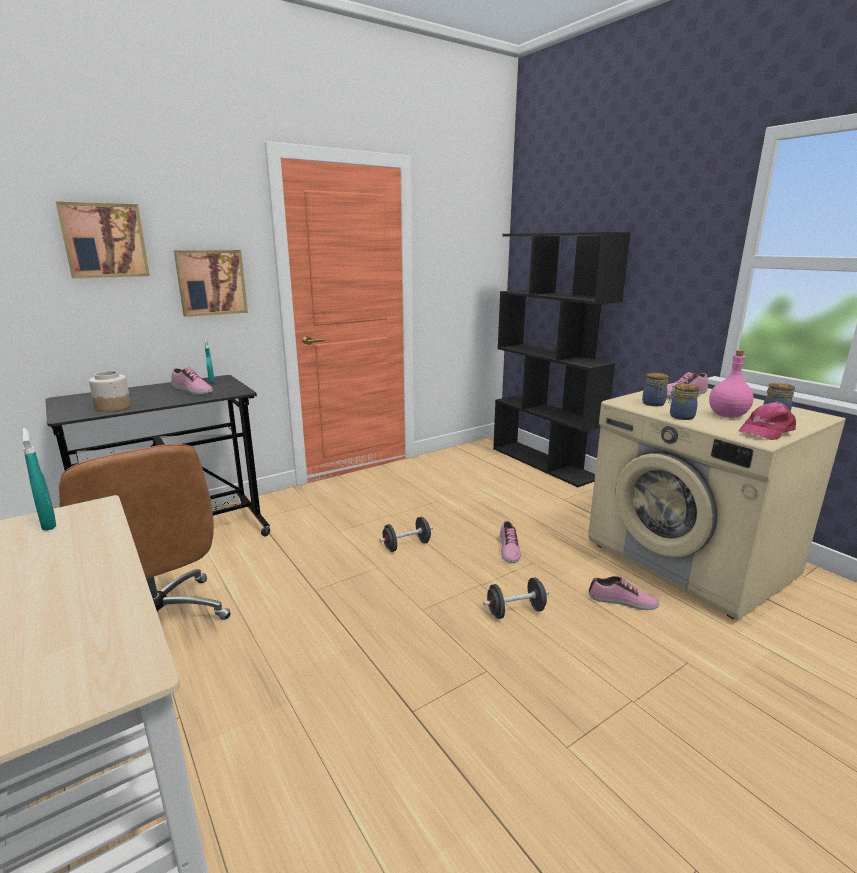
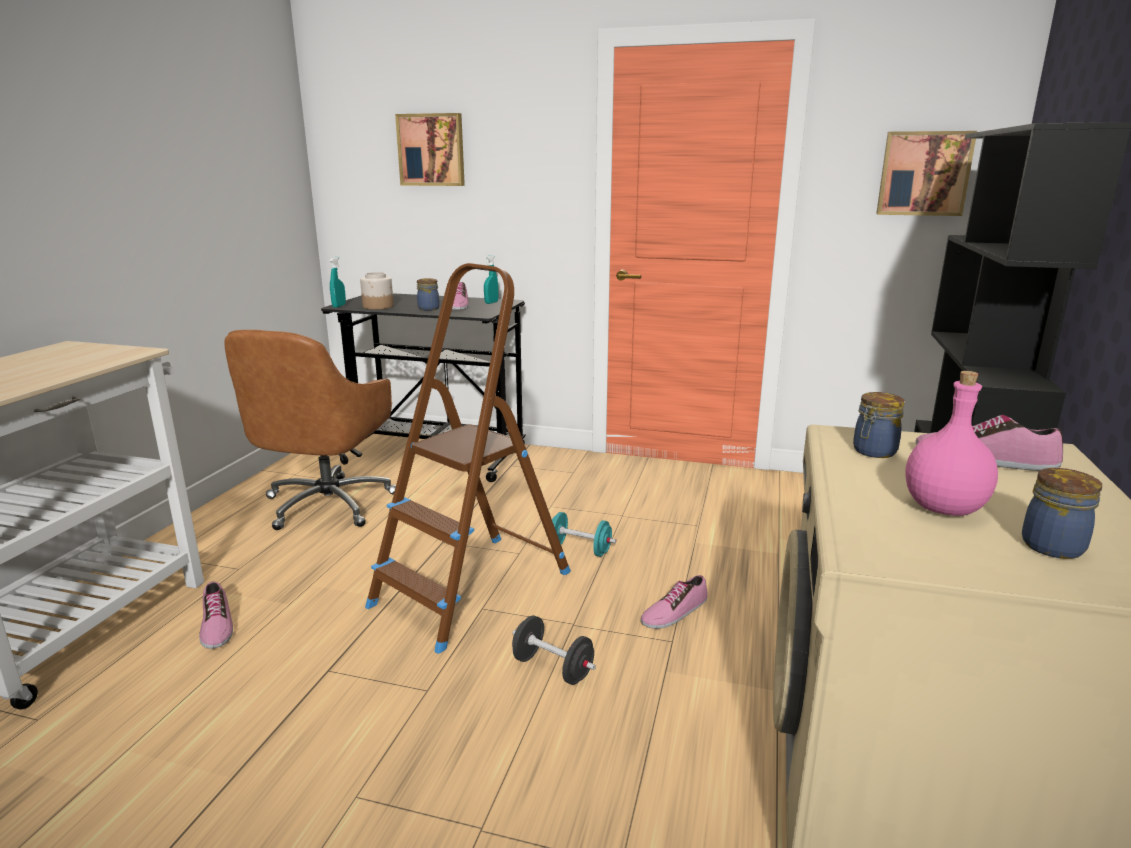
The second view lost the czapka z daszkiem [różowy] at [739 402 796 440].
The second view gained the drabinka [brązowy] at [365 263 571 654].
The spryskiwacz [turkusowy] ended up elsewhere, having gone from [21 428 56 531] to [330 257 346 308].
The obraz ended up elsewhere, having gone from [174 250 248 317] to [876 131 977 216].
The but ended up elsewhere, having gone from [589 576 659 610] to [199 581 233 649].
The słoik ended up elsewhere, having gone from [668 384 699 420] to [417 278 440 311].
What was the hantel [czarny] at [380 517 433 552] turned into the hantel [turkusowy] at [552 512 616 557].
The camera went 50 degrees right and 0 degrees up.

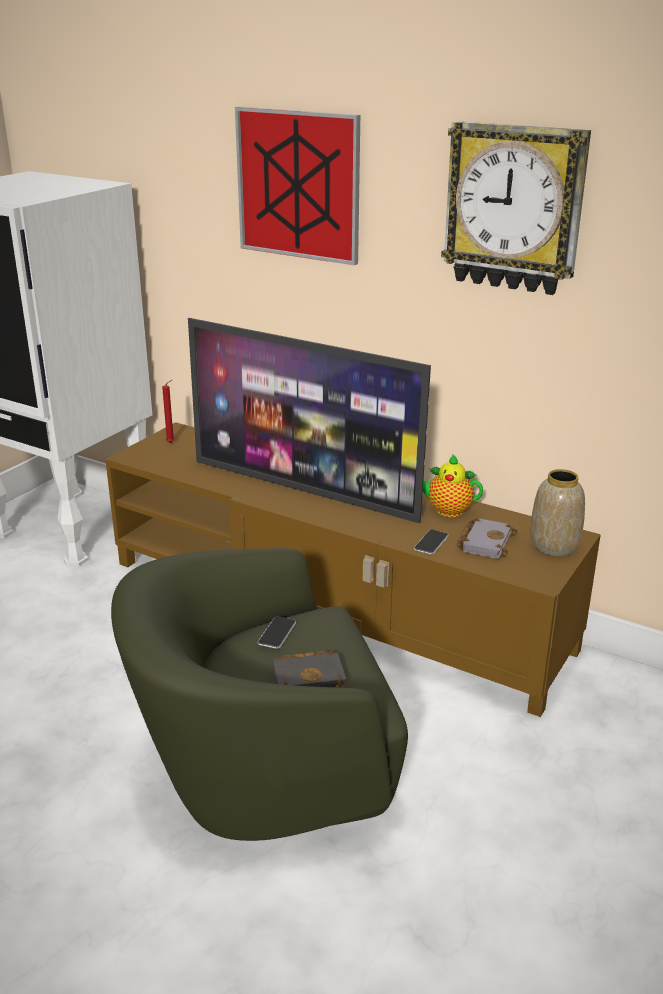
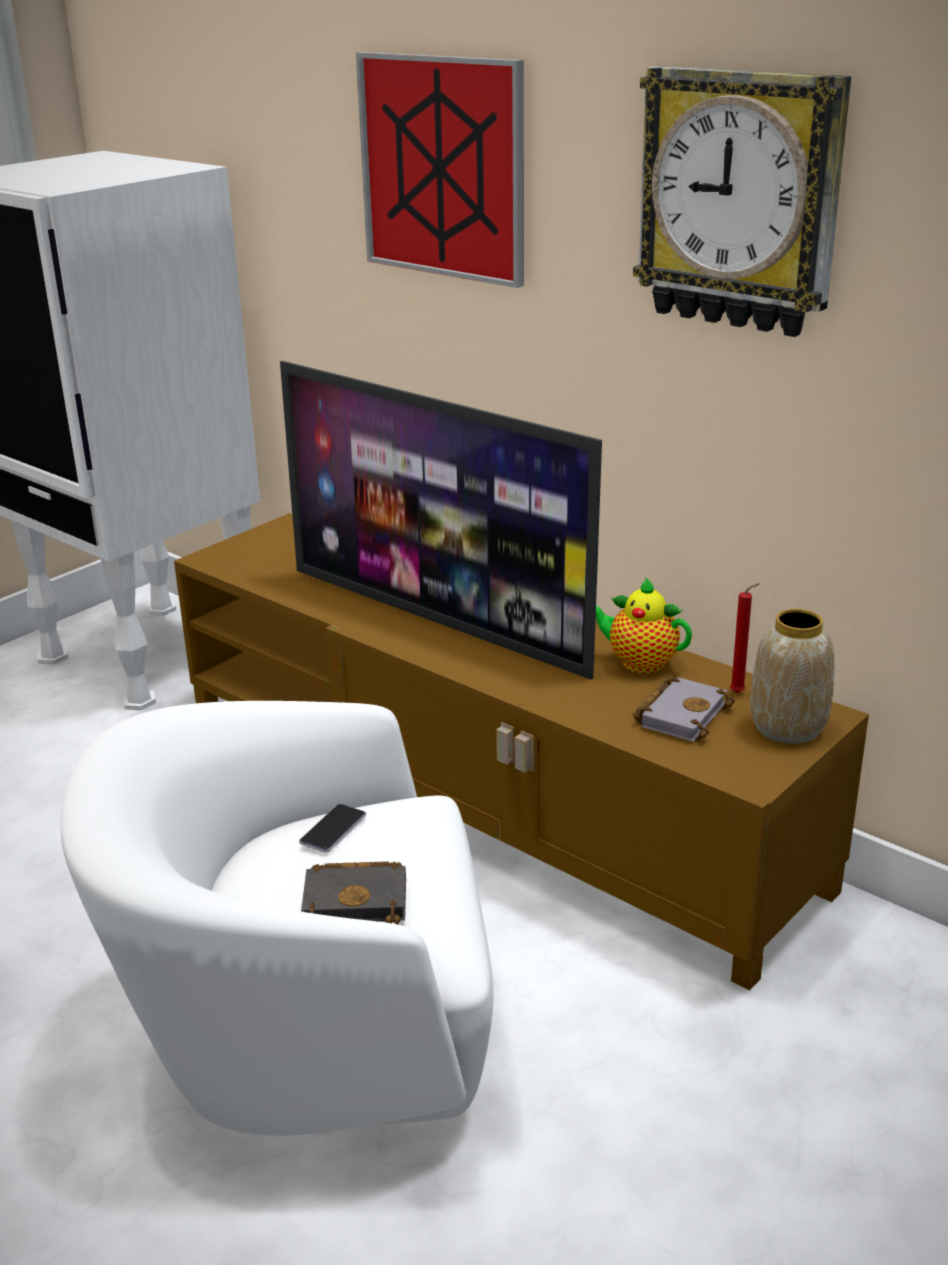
The second view lost the telefon at [414 529 449 555].
The świeca [czerwony] ended up elsewhere, having gone from [162 380 174 443] to [730 583 760 693].
What was the fotel [zielony] at [111 548 408 841] turned into the fotel [biały] at [61 701 493 1136].
The camera went 10 degrees right and 0 degrees up.

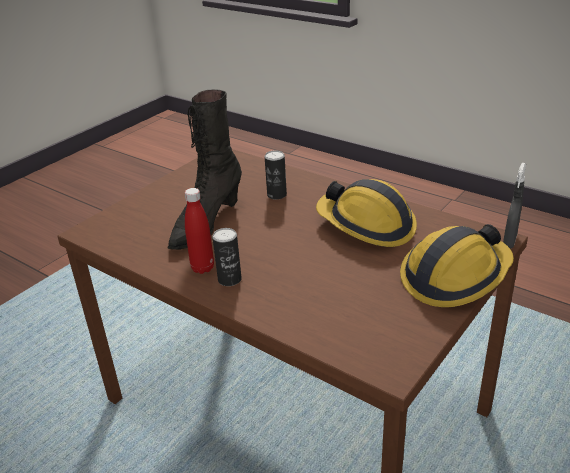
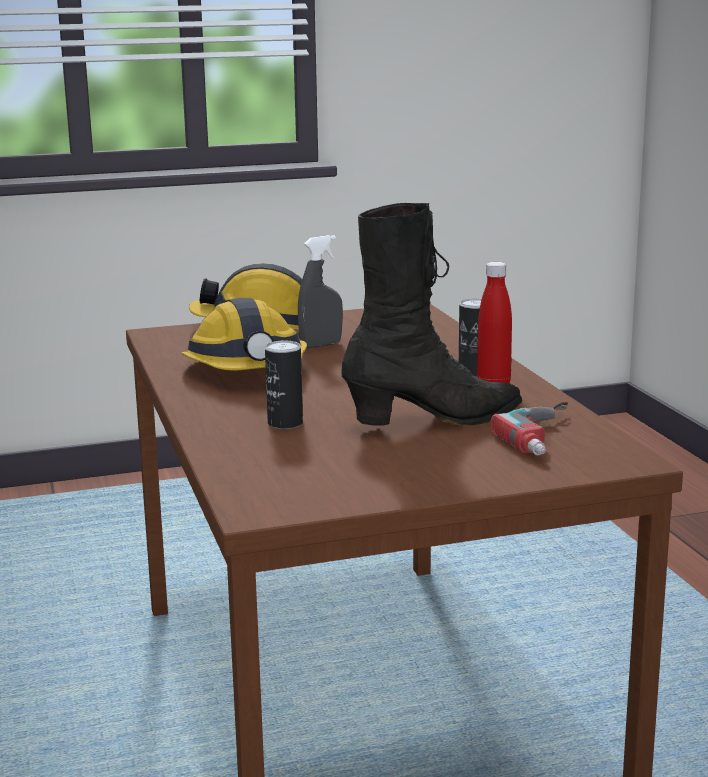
The second view gained the wiertarka at [490 402 568 455].
The spryskiwacz [szary] ended up elsewhere, having gone from [503 163 526 248] to [298 235 343 348].
The camera went 145 degrees left and 15 degrees down.

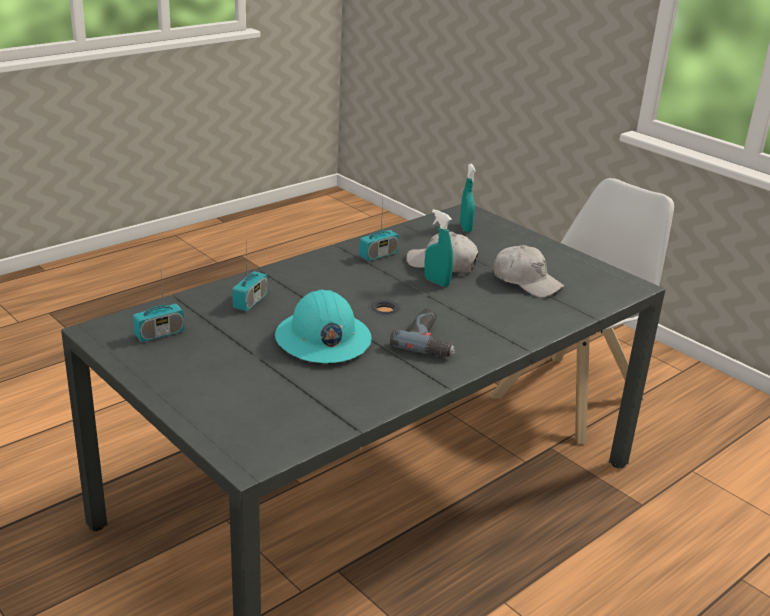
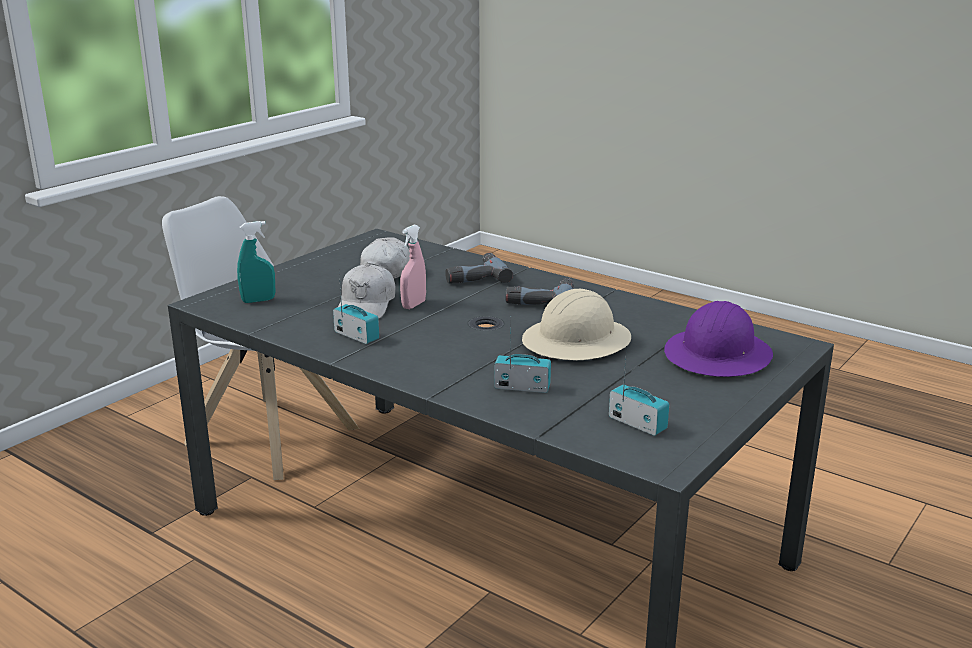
The second view gained the wiertarka at [445 253 514 284].
The second view gained the kask [fioletowy] at [664 301 773 377].
What was the kask [turkusowy] at [275 290 371 363] turned into the kask [beżowy] at [522 289 631 360].
What was the spryskiwacz [turkusowy] at [424 209 453 287] turned into the spryskiwacz [różowy] at [400 225 426 309].
The camera went 100 degrees left and 5 degrees down.

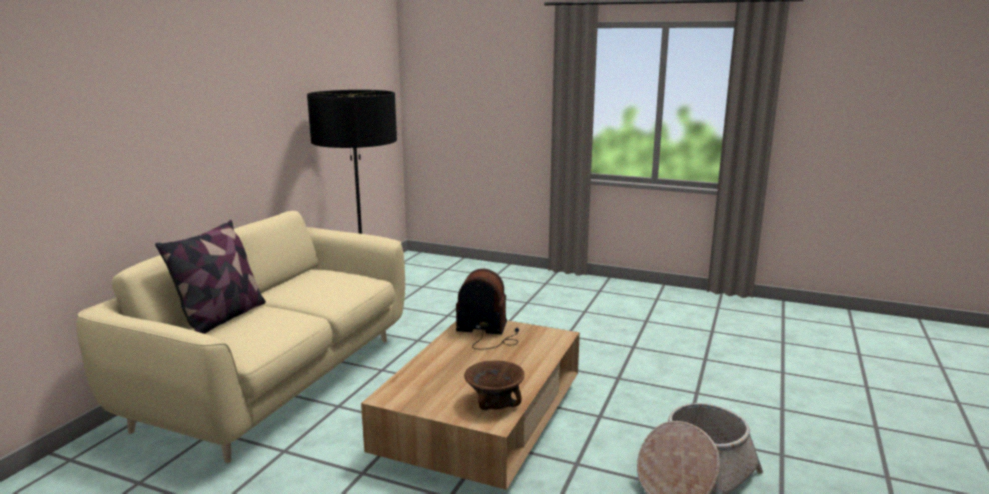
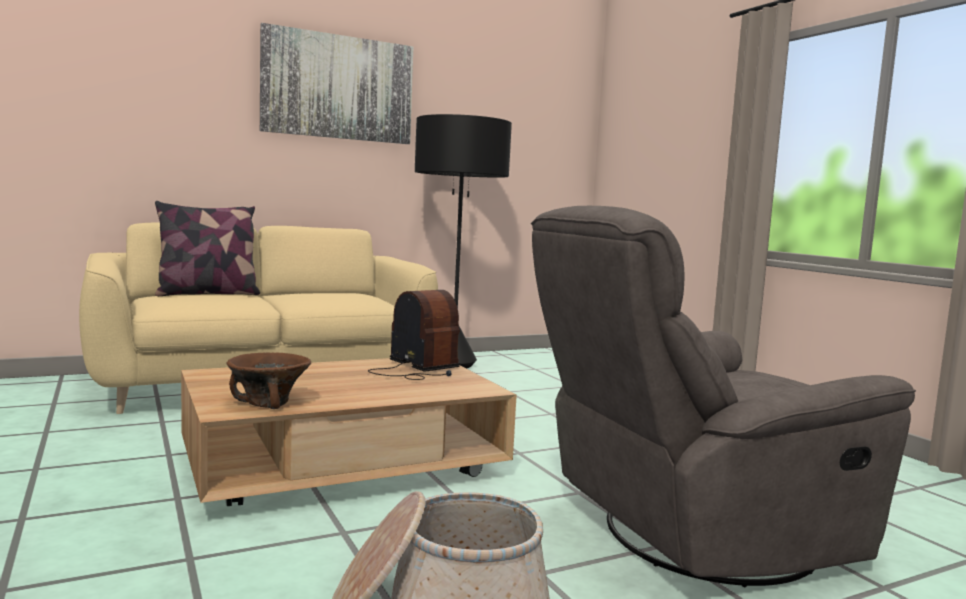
The second view gained the obraz at [260 23 414 144].
The second view gained the fotel [szary] at [531 206 916 587].
The camera went 40 degrees right and 10 degrees down.

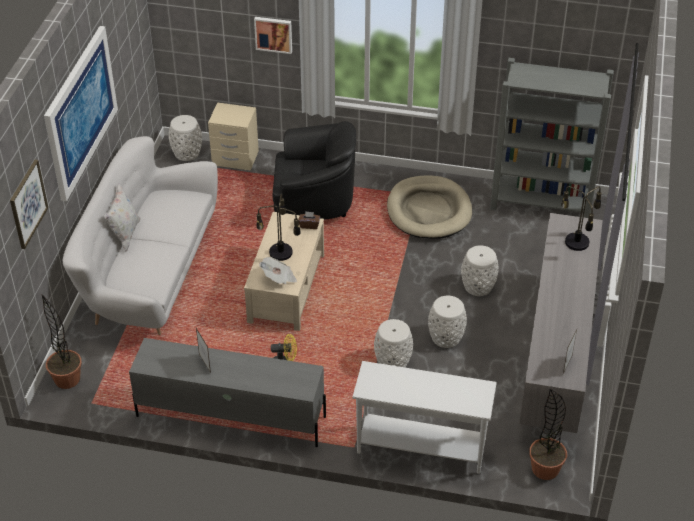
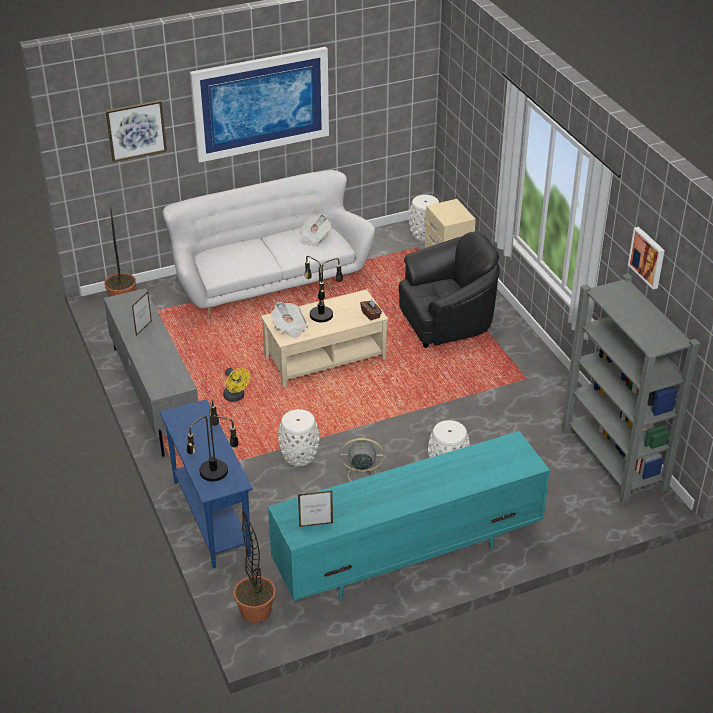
The second view lost the poduszka [biały] at [104 183 141 252].
The second view lost the legowisko [beżowy] at [387 175 472 239].
The second view gained the gazeta at [299 214 331 246].
The obraz ended up elsewhere, having gone from [254 17 292 54] to [628 227 665 289].
The lampa stołowa ended up elsewhere, having gone from [561 186 602 251] to [187 399 239 481].
Where the stołek [biały] stood at [428 296 467 348], the wentylator [szary] came to stand at [340 438 384 484].
What was the stolik konsolowy [biały] at [352 361 497 474] turned into the stolik konsolowy [niebieski] at [160 399 253 568].
What was the szafka [szary] at [519 213 603 433] turned into the szafka [turkusowy] at [268 431 550 601].
The fotel [czarny] at [273 121 356 219] ended up facing another way, 75 degrees counterclockwise from before.
The camera went 55 degrees right and 5 degrees down.

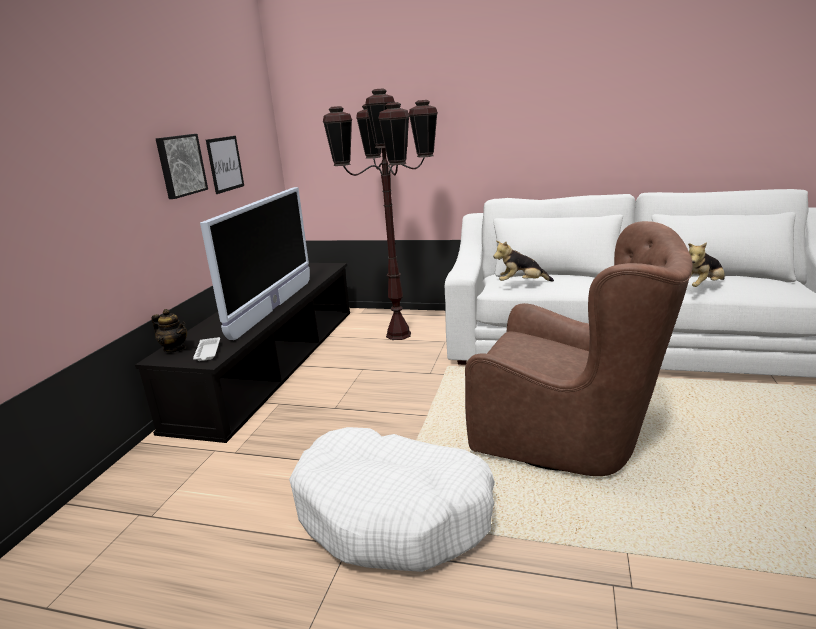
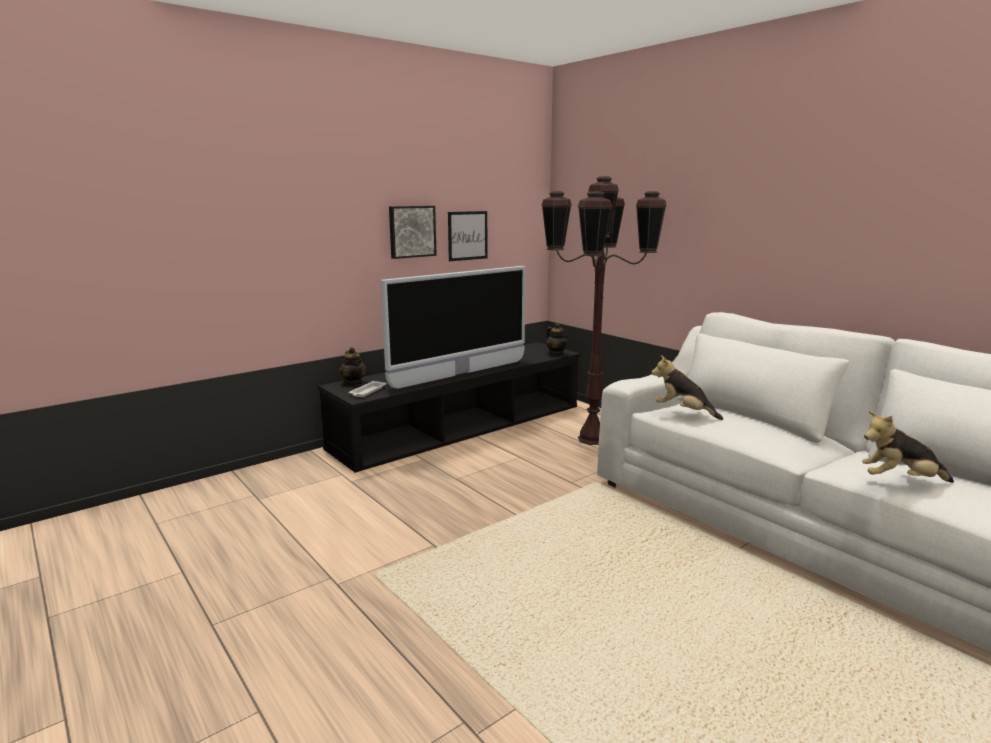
The second view lost the legowisko [biały] at [289 427 495 572].
The second view lost the fotel [brązowy] at [465 221 693 476].
The second view gained the imbryk at [546 323 568 355].
The camera went 35 degrees right and 5 degrees down.

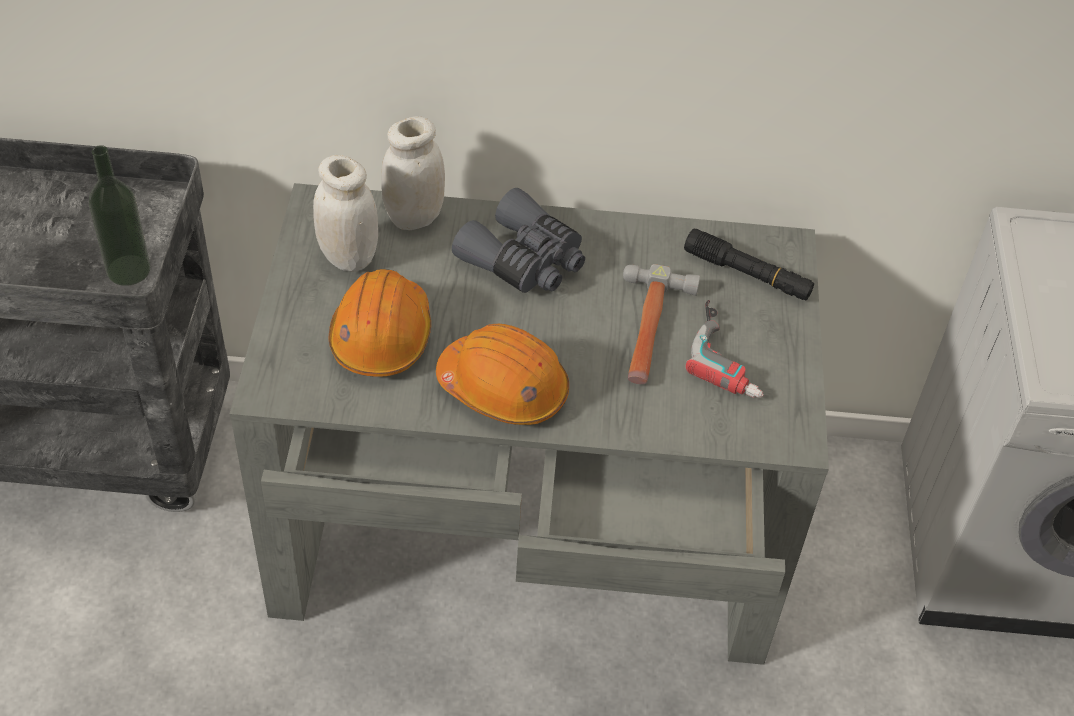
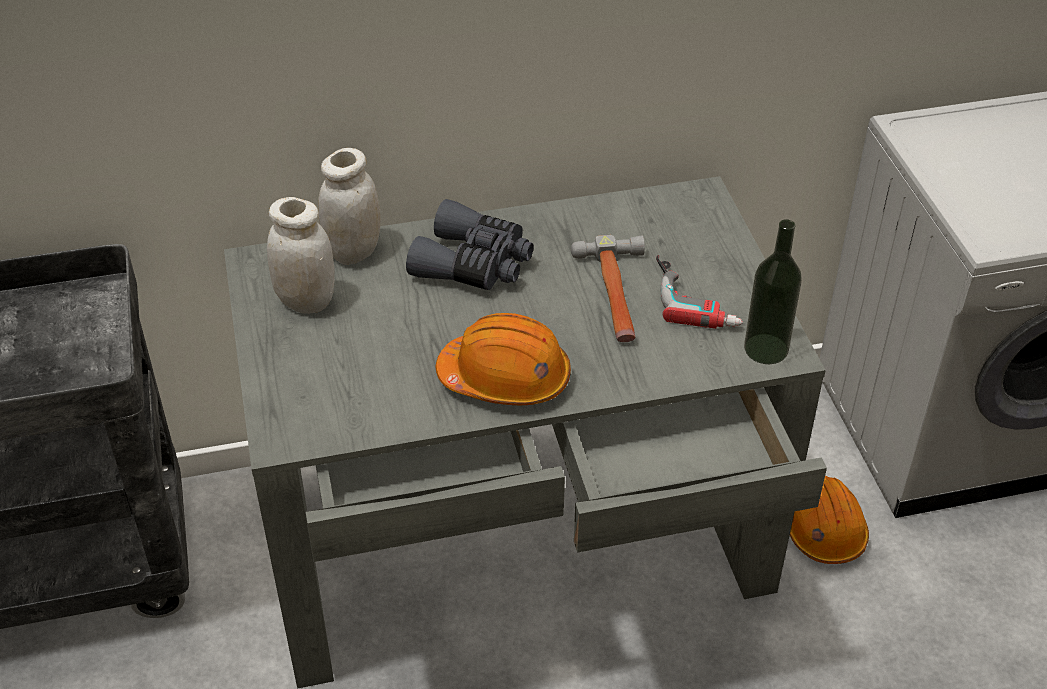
The second view lost the latarka [czarny] at [684 229 814 300].
The butelka ended up elsewhere, having gone from [89 145 151 286] to [744 219 802 364].
The kask [pomarańczowy] ended up elsewhere, having gone from [329 269 431 377] to [790 476 869 564].
The camera went 15 degrees left and 5 degrees down.

